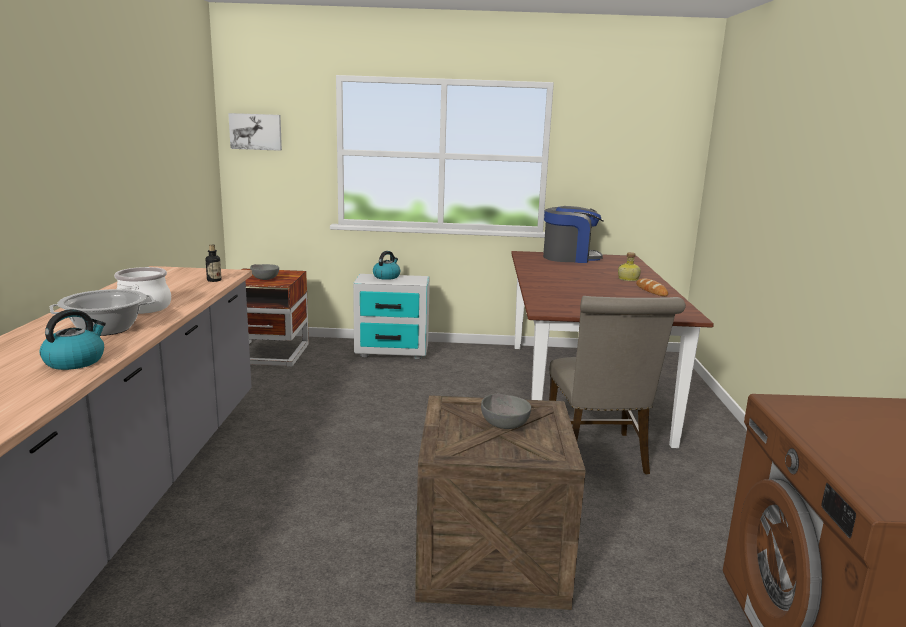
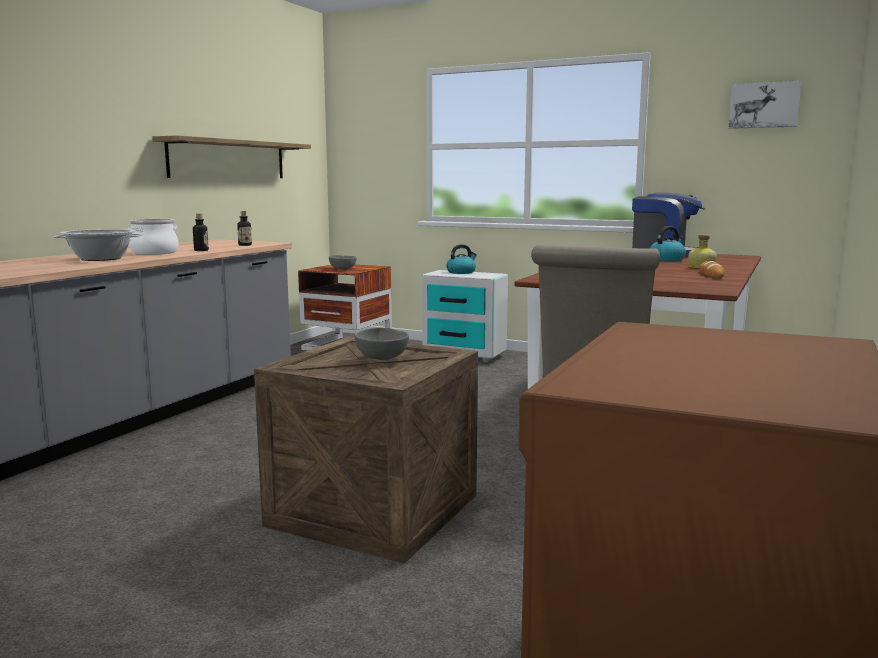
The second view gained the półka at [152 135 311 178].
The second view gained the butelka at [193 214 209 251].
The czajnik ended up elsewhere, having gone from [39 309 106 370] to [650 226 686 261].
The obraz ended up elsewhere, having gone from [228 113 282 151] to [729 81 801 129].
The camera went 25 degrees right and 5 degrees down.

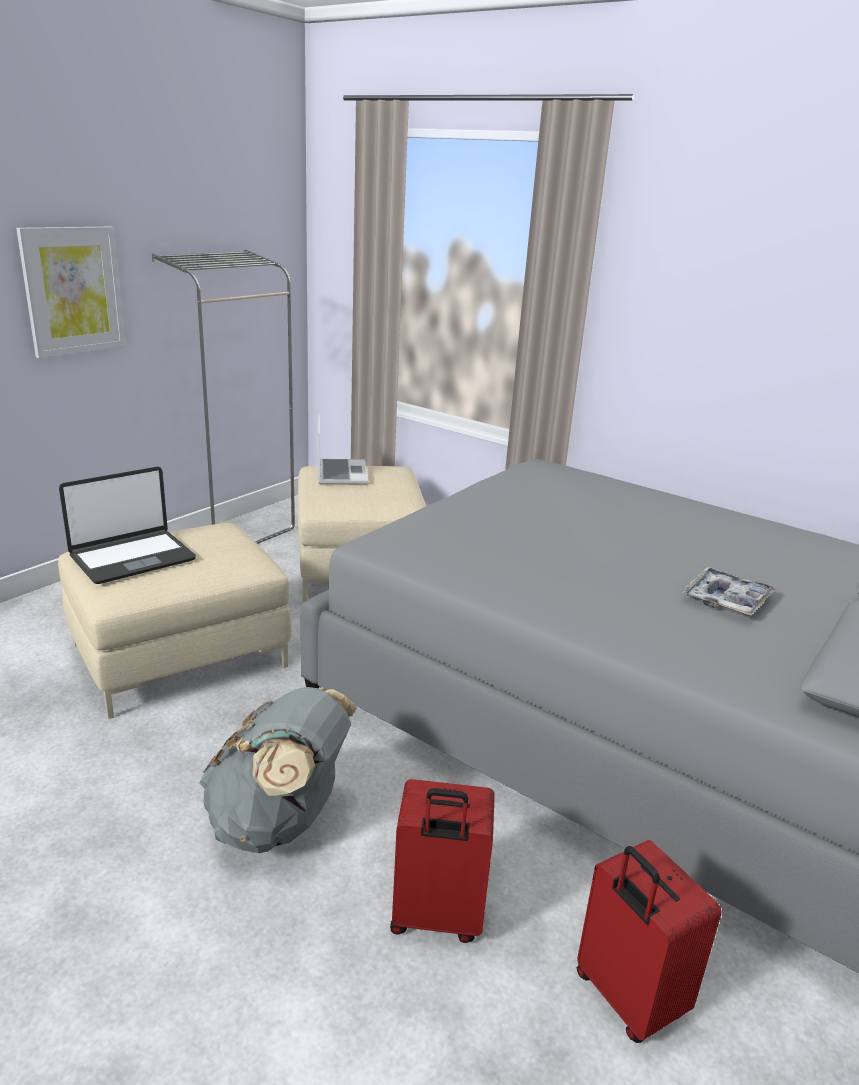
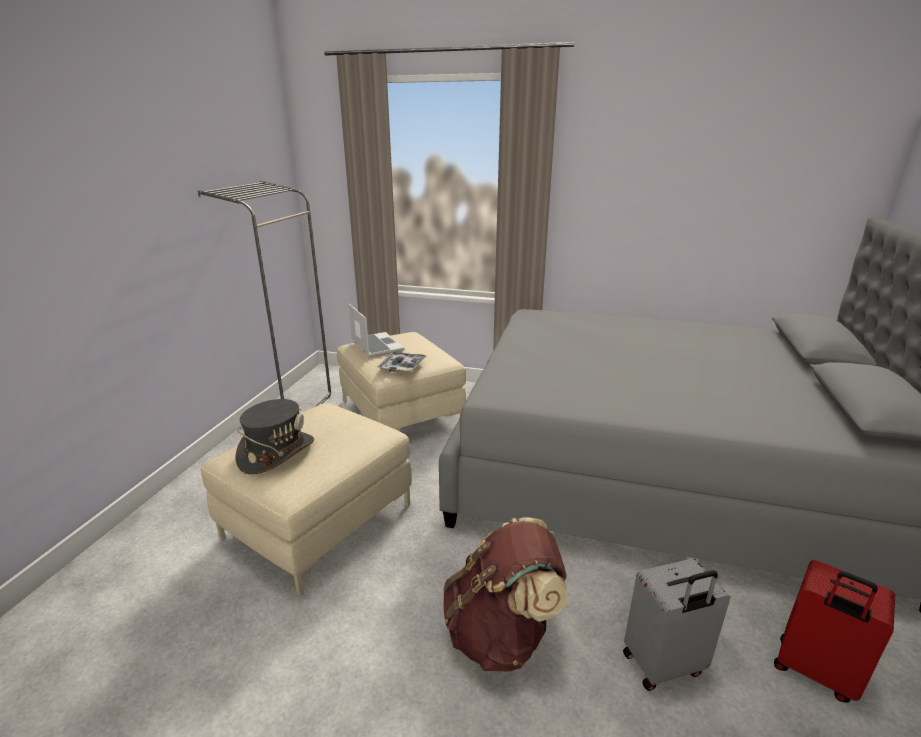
The second view lost the obraz at [16 227 126 358].
The taca ended up elsewhere, having gone from [682 567 776 616] to [377 352 426 372].
Where the laptop stood at [59 467 196 584], the kapelusz [szary] came to stand at [236 399 314 475].
What was the plecak [szary] at [199 687 357 853] turned into the plecak [brązowy] at [443 517 567 672].
What was the walizka [czerwony] at [390 779 495 943] turned into the walizka [szary] at [623 558 730 691].
The camera went 20 degrees left and 0 degrees up.

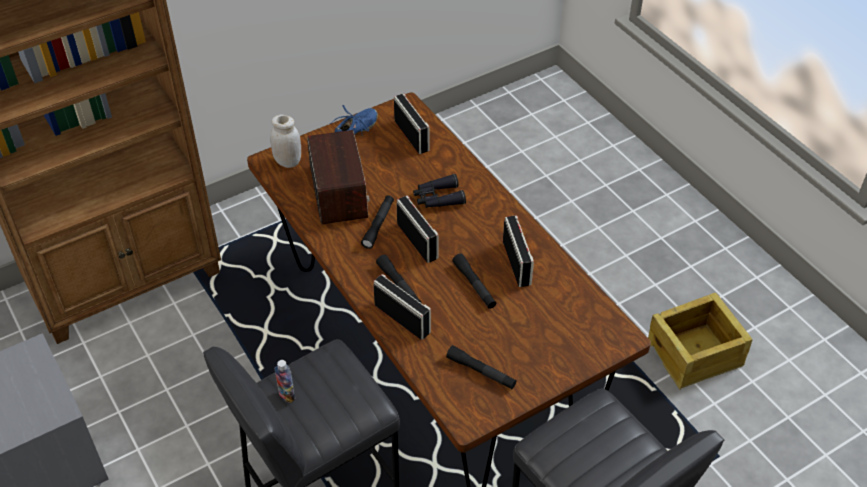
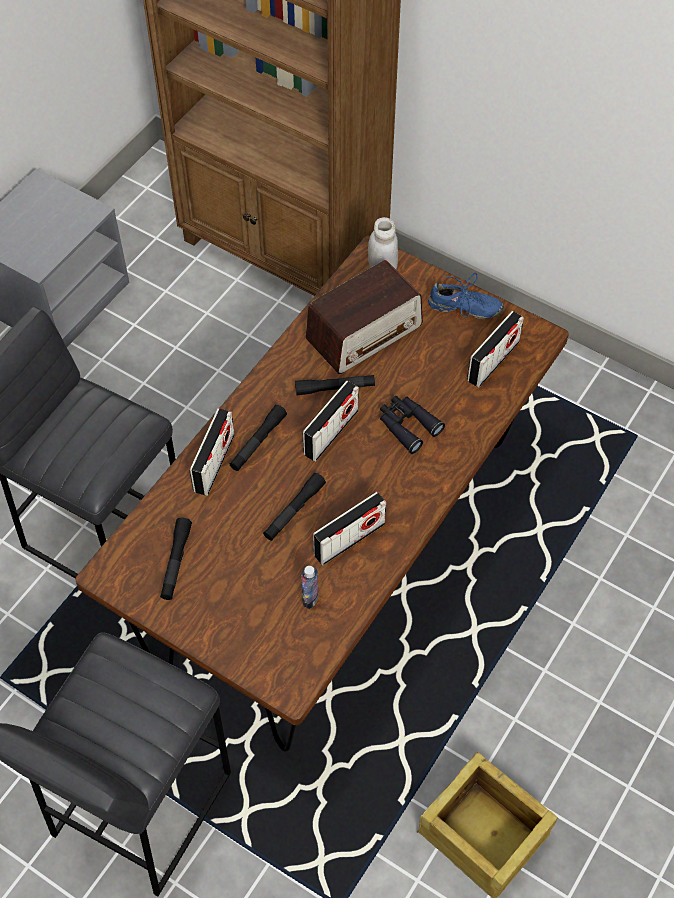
The butelka ended up elsewhere, having gone from [274 360 295 403] to [301 566 318 609].
The camera went 65 degrees right and 10 degrees up.

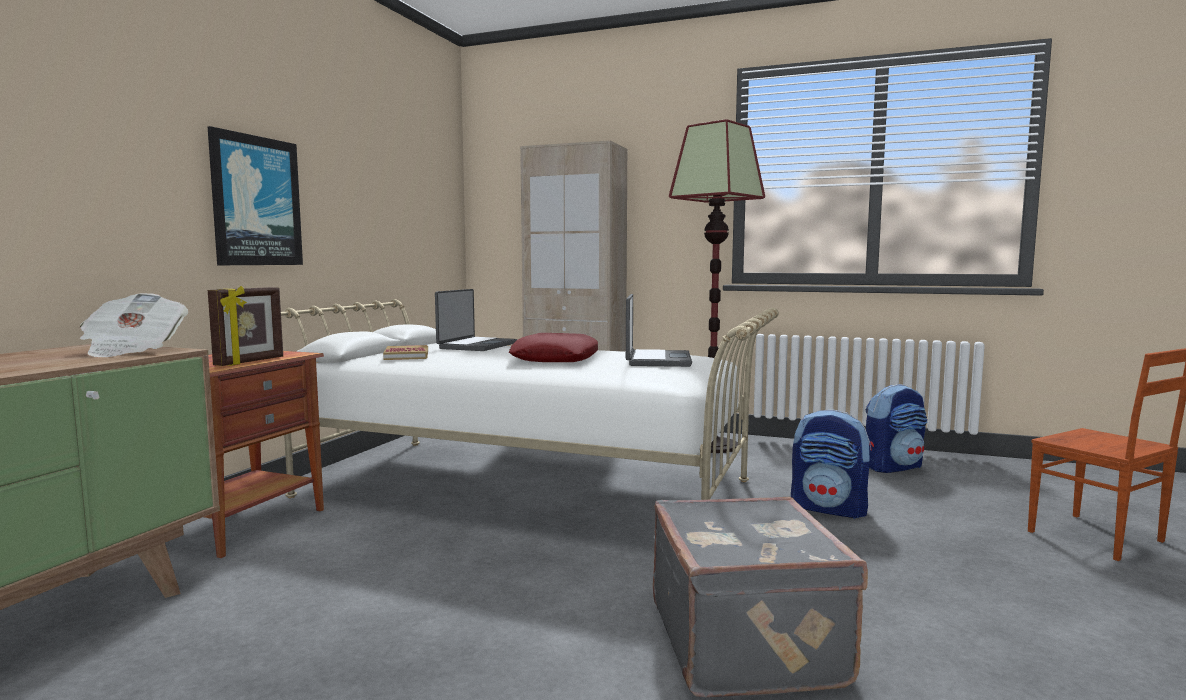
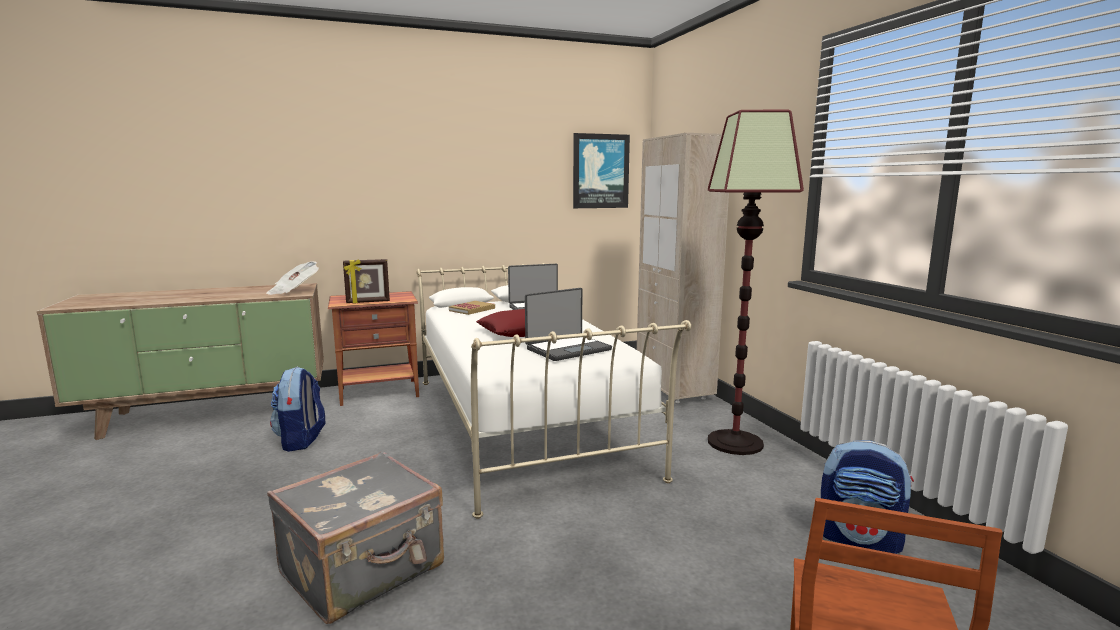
The obraz ended up elsewhere, having gone from [208 126 303 265] to [573 133 630 208].
The plecak ended up elsewhere, having gone from [791 410 874 519] to [270 367 325 452].
The camera went 50 degrees right and 5 degrees up.

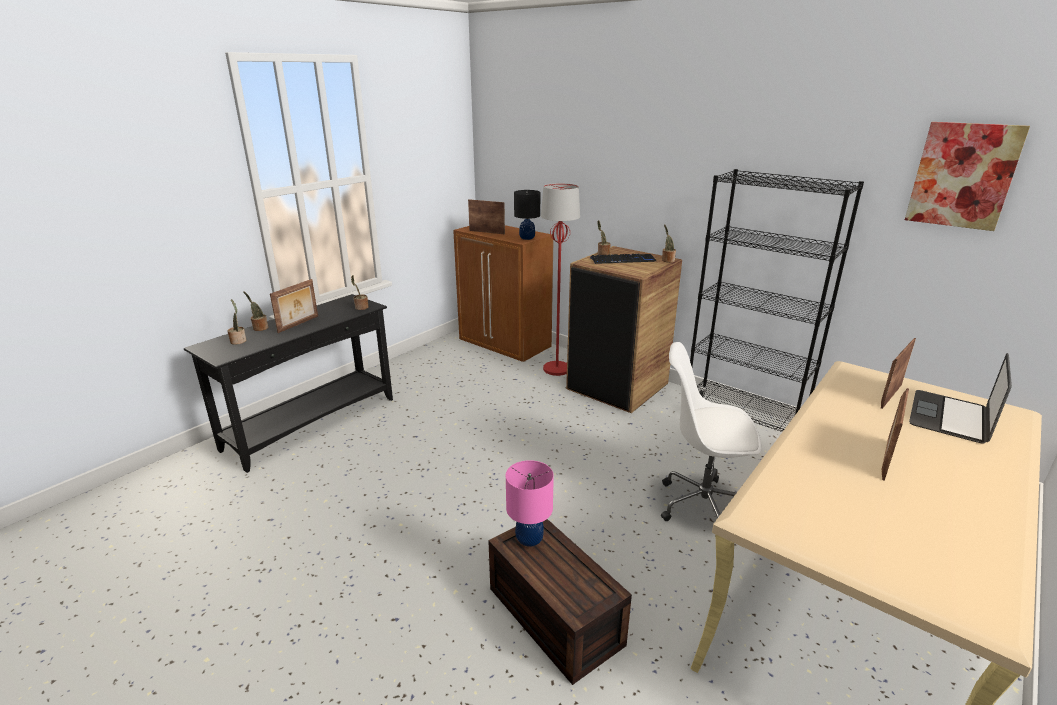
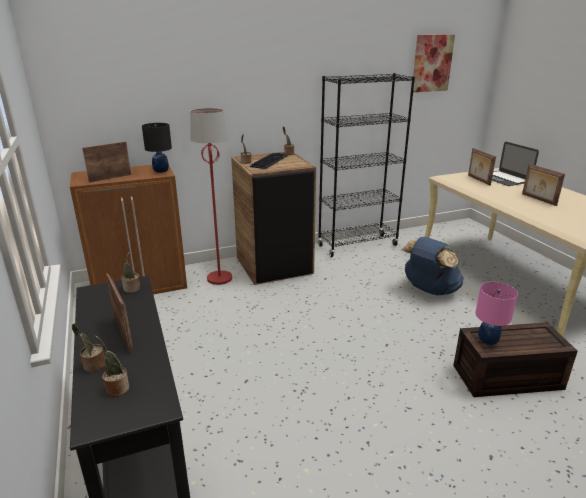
Where the krzesło biurowe [biały] stood at [661 342 762 537], the plecak [niebieski] came to stand at [402 237 464 295].
The camera went 60 degrees left and 0 degrees up.

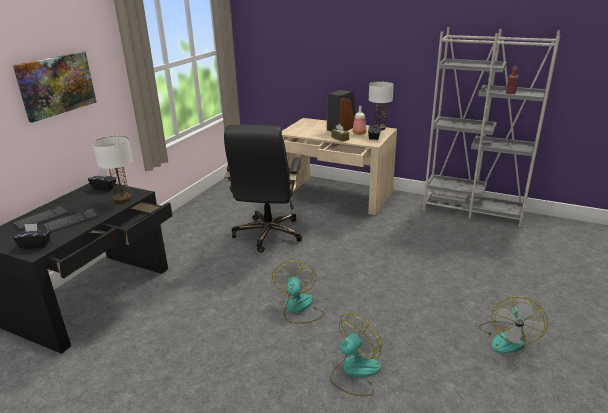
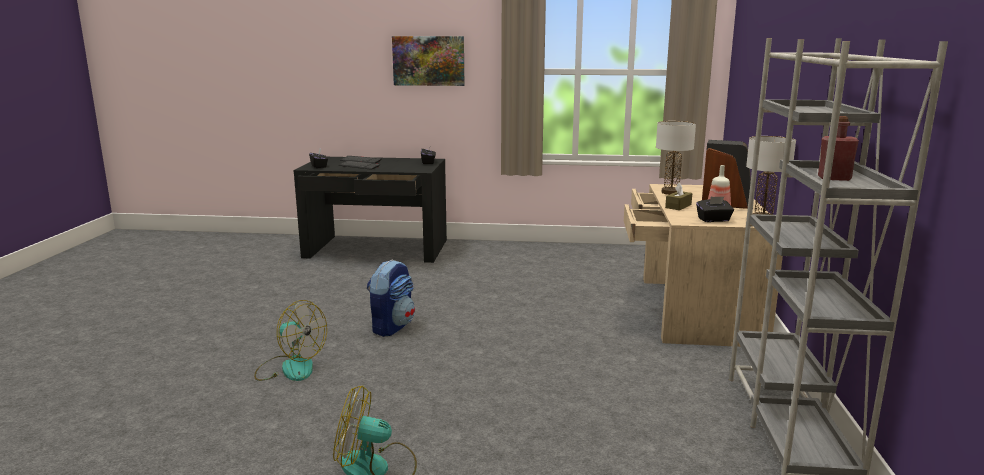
The second view lost the krzesło biurowe [czarny] at [224 125 303 253].
The lampa stołowa ended up elsewhere, having gone from [93 136 132 203] to [656 121 696 195].
Where the wentylator stood at [272 260 325 324], the plecak came to stand at [367 259 415 337].
The camera went 70 degrees right and 10 degrees down.

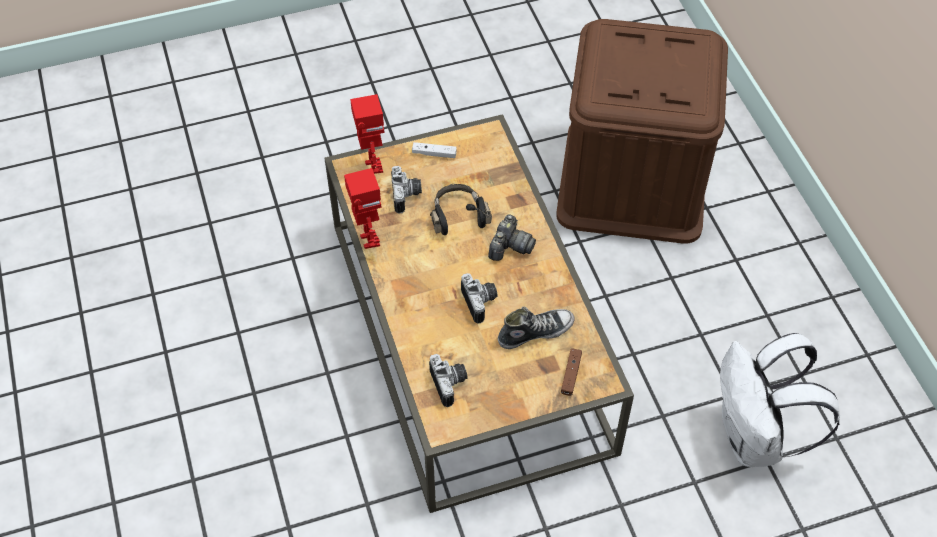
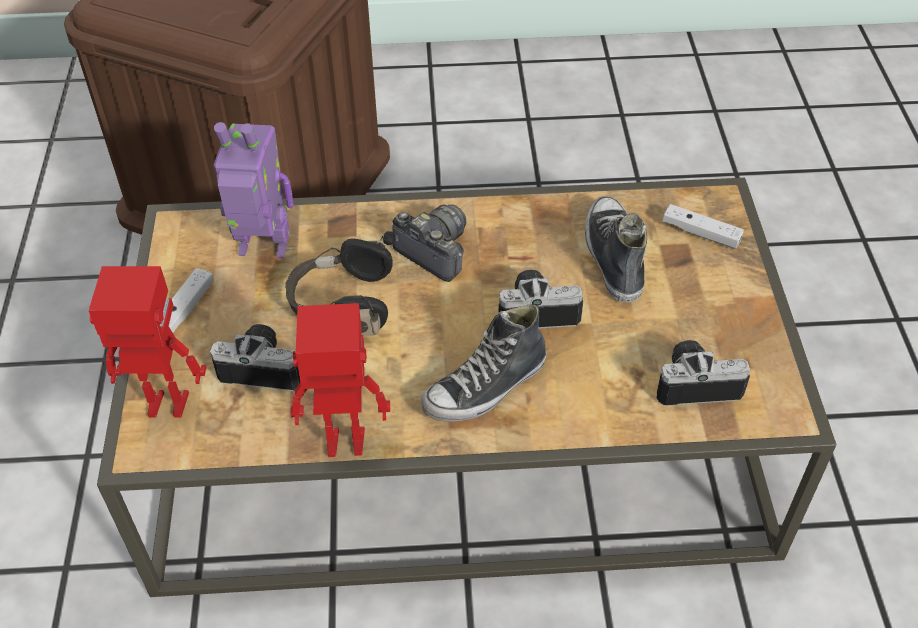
The second view lost the plecak [biały] at [720 333 840 467].
The second view gained the robot zabawkowy at [213 122 293 258].
The second view gained the but at [421 304 547 422].
What was the pad do gier [brązowy] at [561 348 582 396] turned into the pad do gier [biały] at [663 204 744 249].
The camera went 75 degrees left and 5 degrees down.

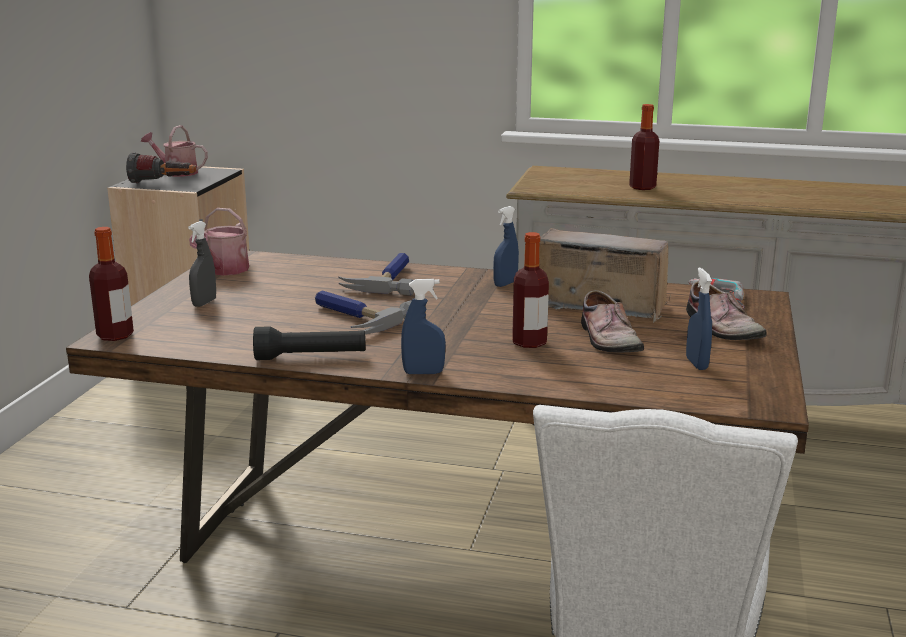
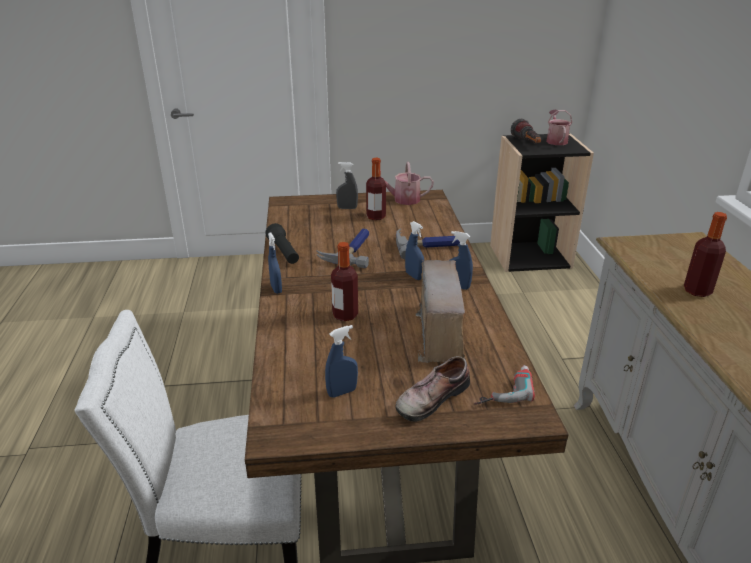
The second view lost the but at [581 290 644 352].
The second view gained the spryskiwacz [niebieski] at [405 221 424 280].
The butelka ended up elsewhere, having gone from [89 227 134 341] to [366 158 386 220].
The camera went 70 degrees right and 10 degrees up.

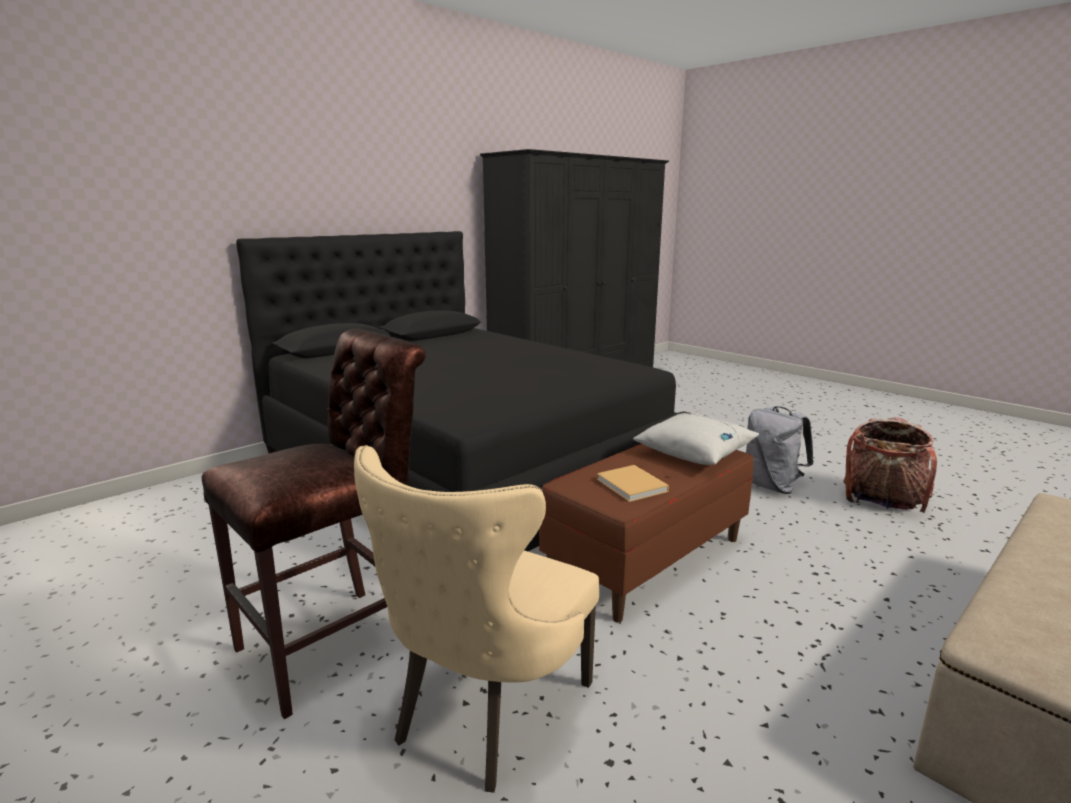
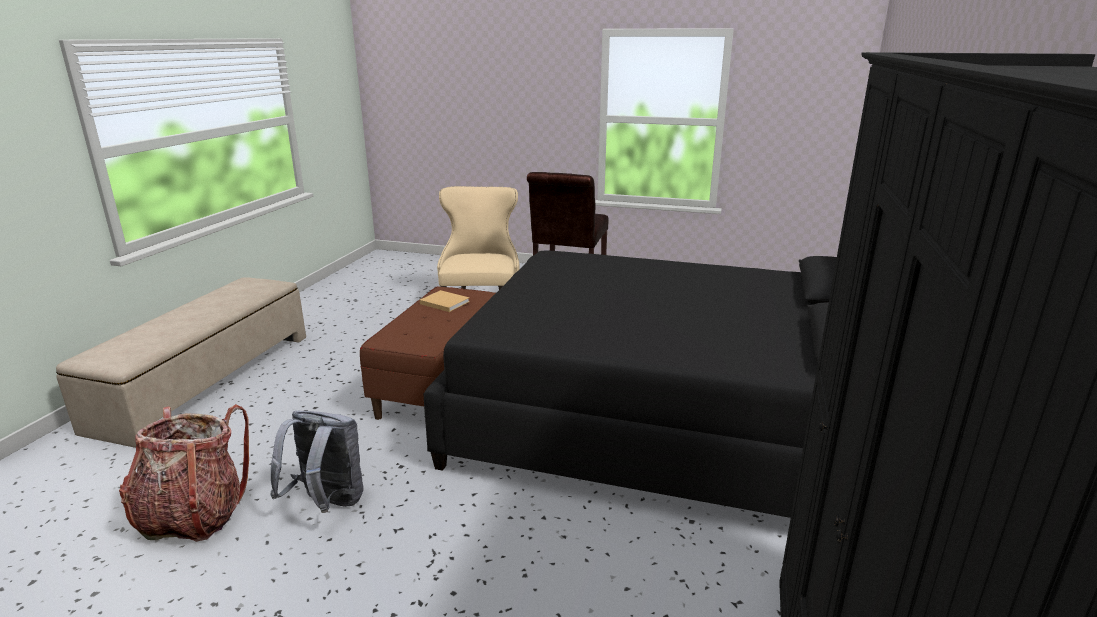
The second view lost the poduszka [szary] at [633 413 759 465].
The camera went 150 degrees right and 5 degrees up.

